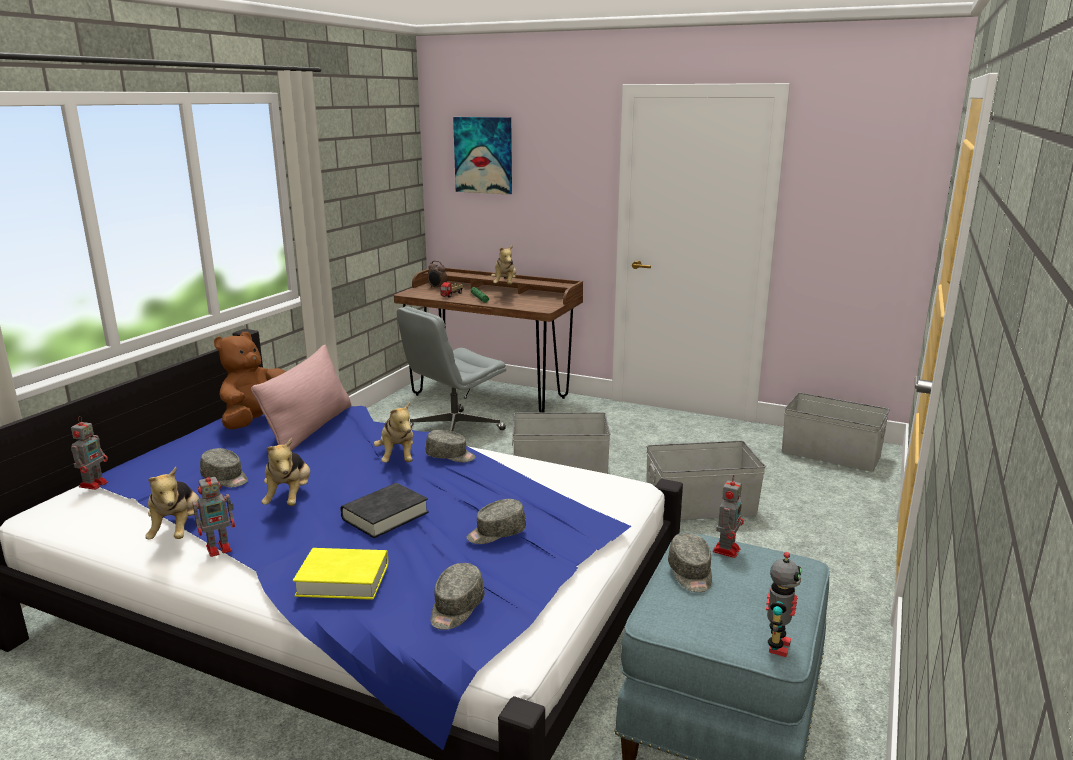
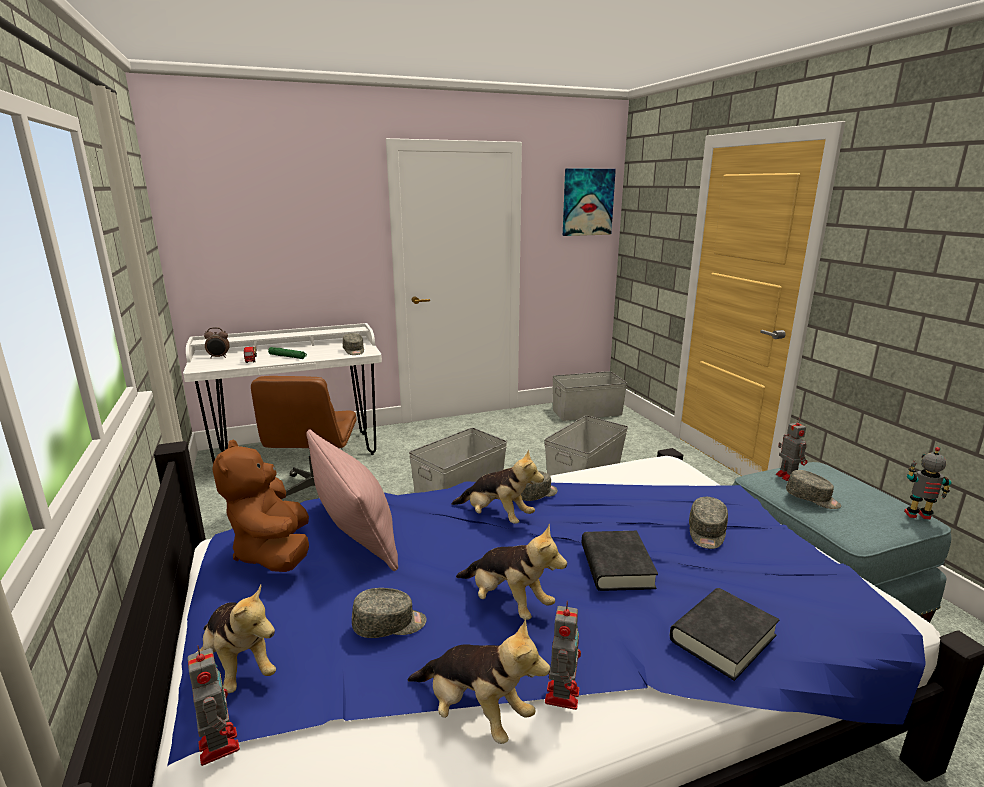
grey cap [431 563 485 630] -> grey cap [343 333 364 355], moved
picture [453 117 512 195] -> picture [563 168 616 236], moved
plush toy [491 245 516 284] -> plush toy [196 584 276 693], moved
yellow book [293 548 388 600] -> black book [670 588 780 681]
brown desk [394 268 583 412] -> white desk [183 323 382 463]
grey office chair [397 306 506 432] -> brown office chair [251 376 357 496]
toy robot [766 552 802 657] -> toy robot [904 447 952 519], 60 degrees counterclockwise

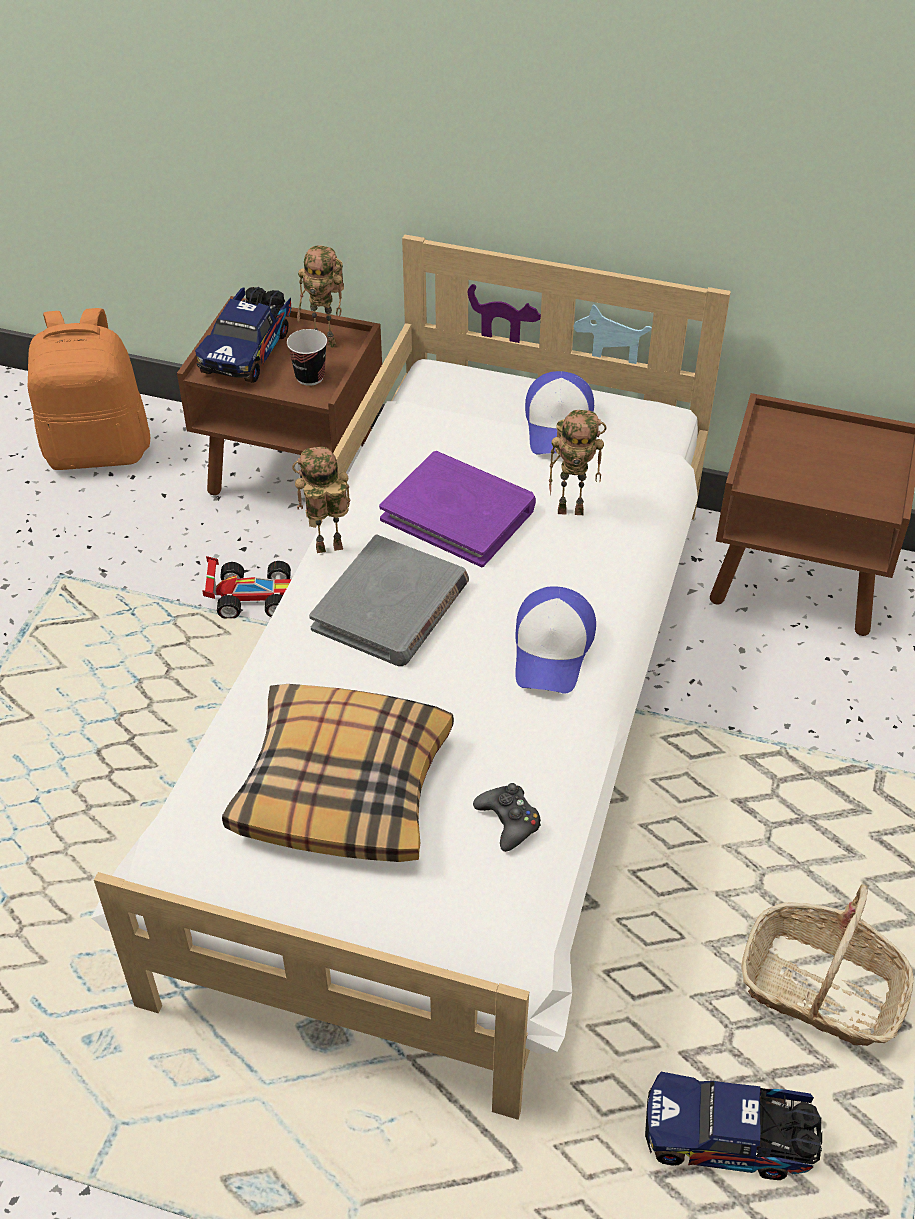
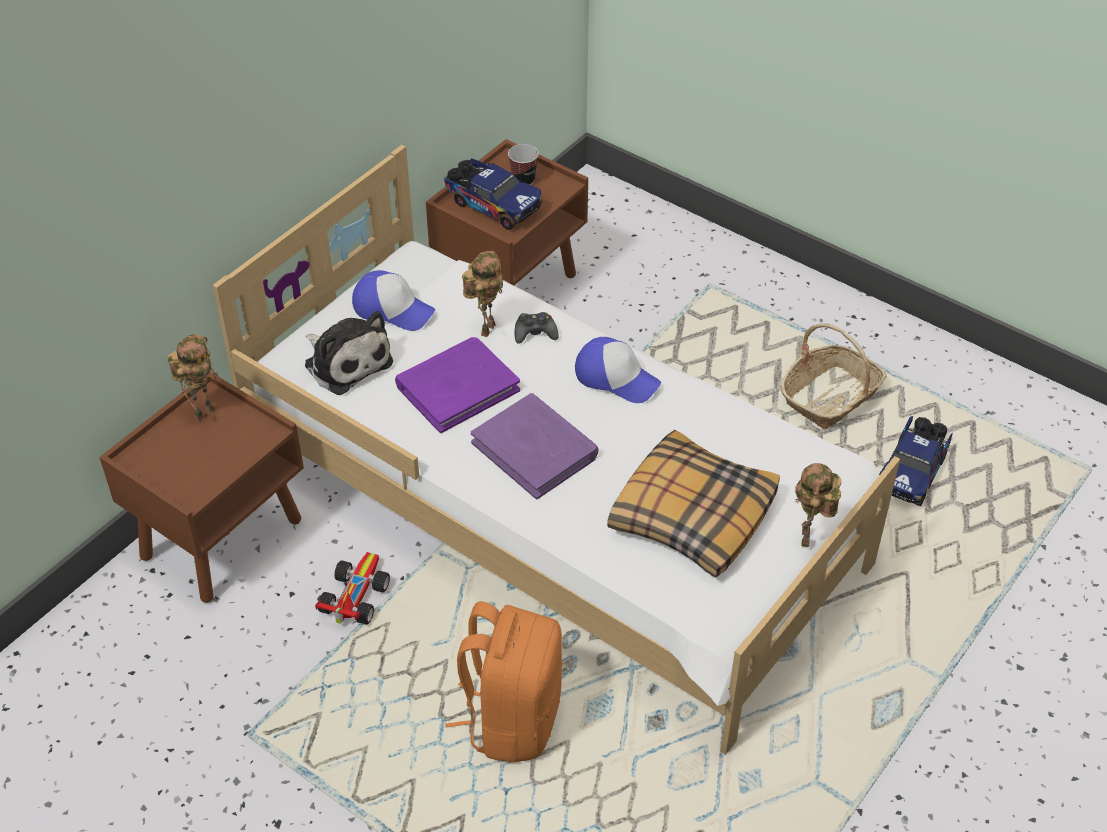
none -> plush toy [305 311 393 395]
orange backpack [28 308 150 470] -> orange backpack [445 601 562 762], moved
toy truck [195 287 291 383] -> toy truck [444 158 542 230], moved
cup [287 329 327 386] -> cup [508 144 539 185], moved
toy robot [292 446 350 553] -> toy robot [795 463 841 547], moved
black game controller [473 783 541 852] -> black game controller [514 312 559 344], moved
grey book [309 535 469 666] -> purple book [471 393 599 499]

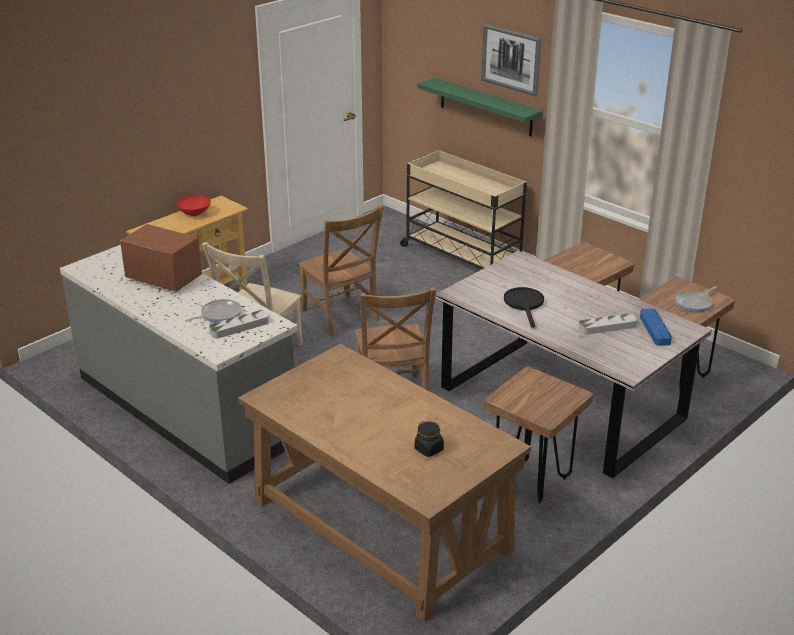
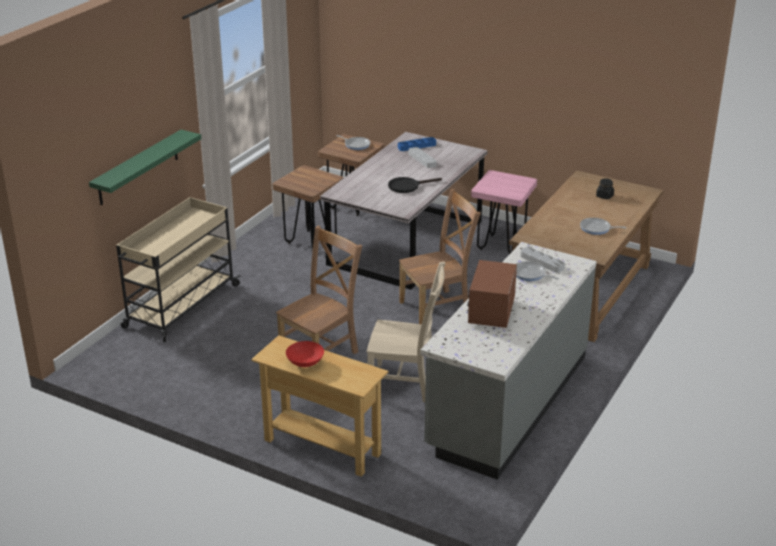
picture [481 24 541 97] -> none
none -> frying pan [580 218 627 235]
brown stool [484 366 593 503] -> pink stool [471 170 537 254]

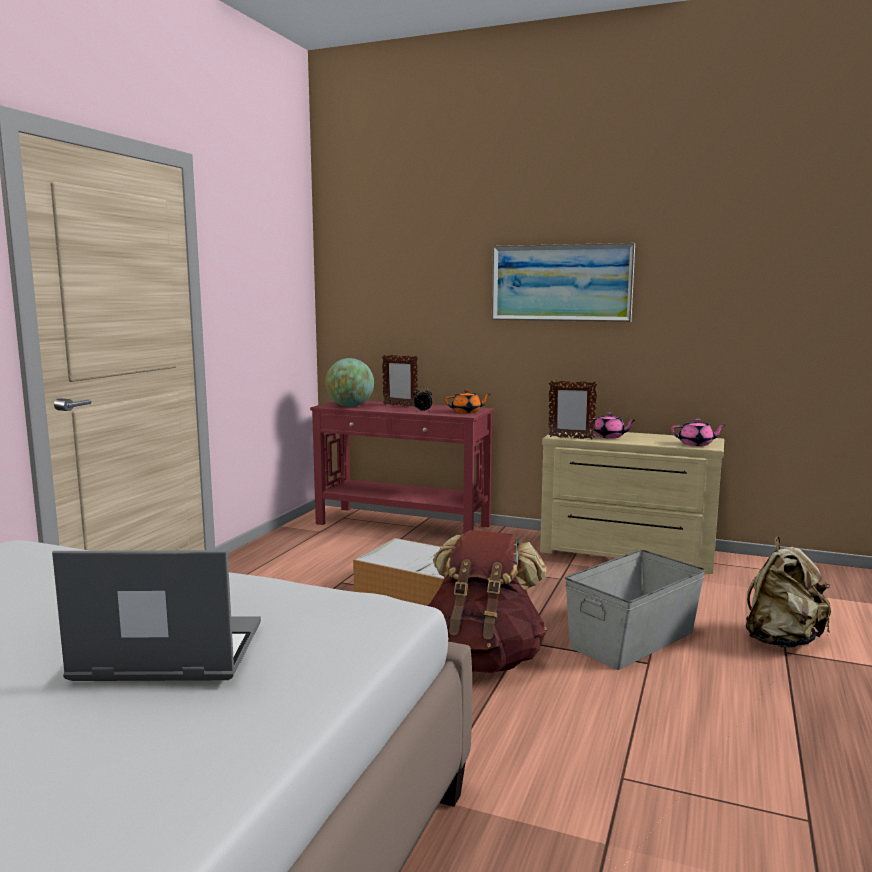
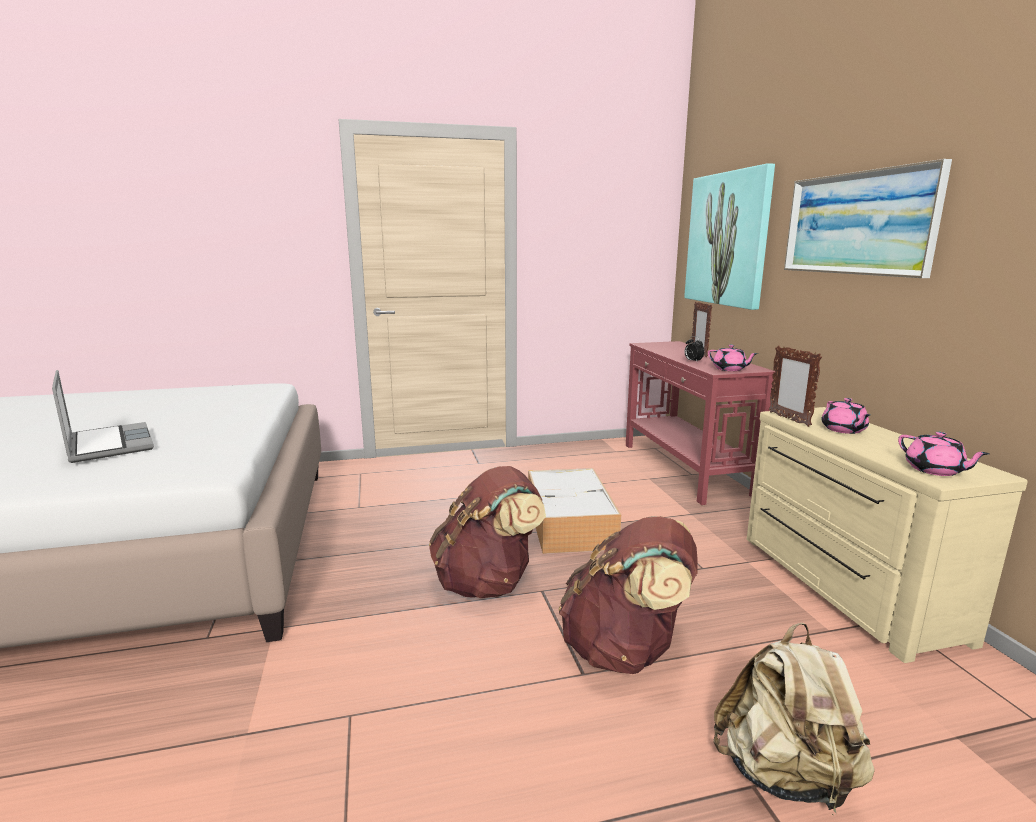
globe [325 358 374 407] -> none
none -> picture [684 163 775 310]
grey storage box [565 550 705 670] -> brown backpack [558 516 698 674]
orange teapot [445 389 490 414] -> pink teapot [708 345 758 371]

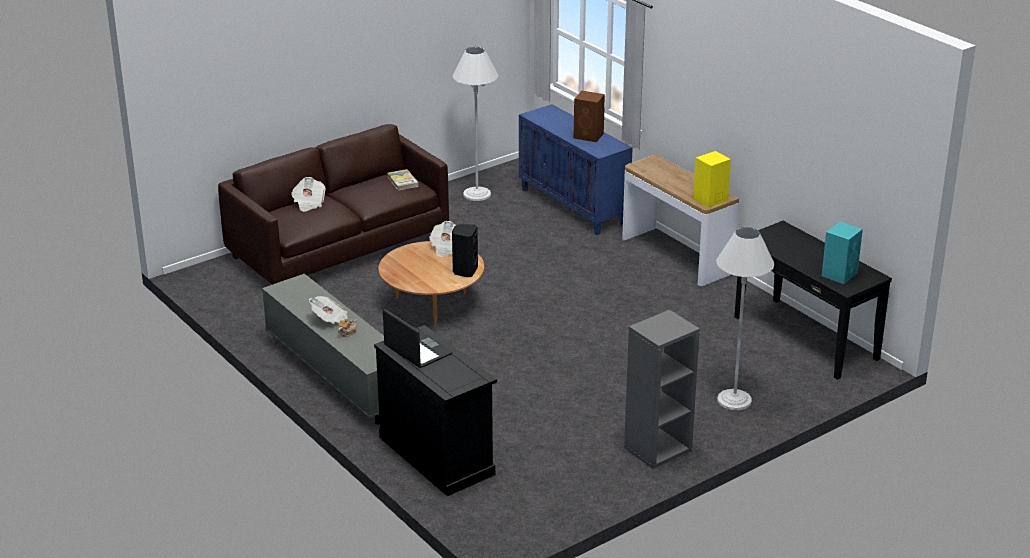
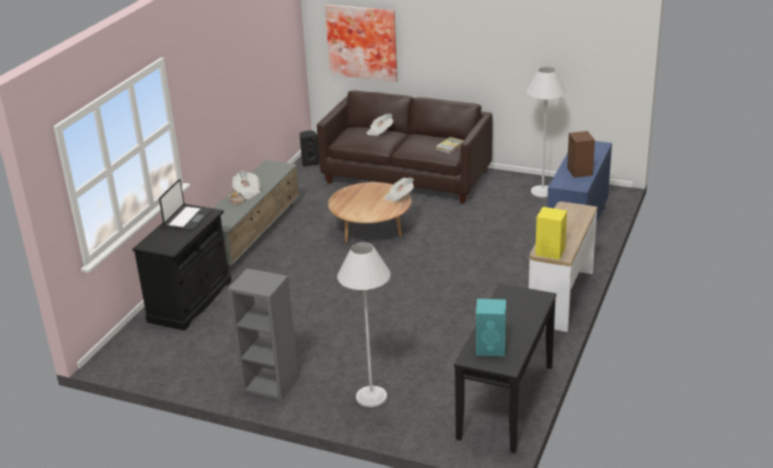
none -> picture [325 4 397 82]
black speaker [452 224 478 277] -> black speaker [299 130 319 167], moved

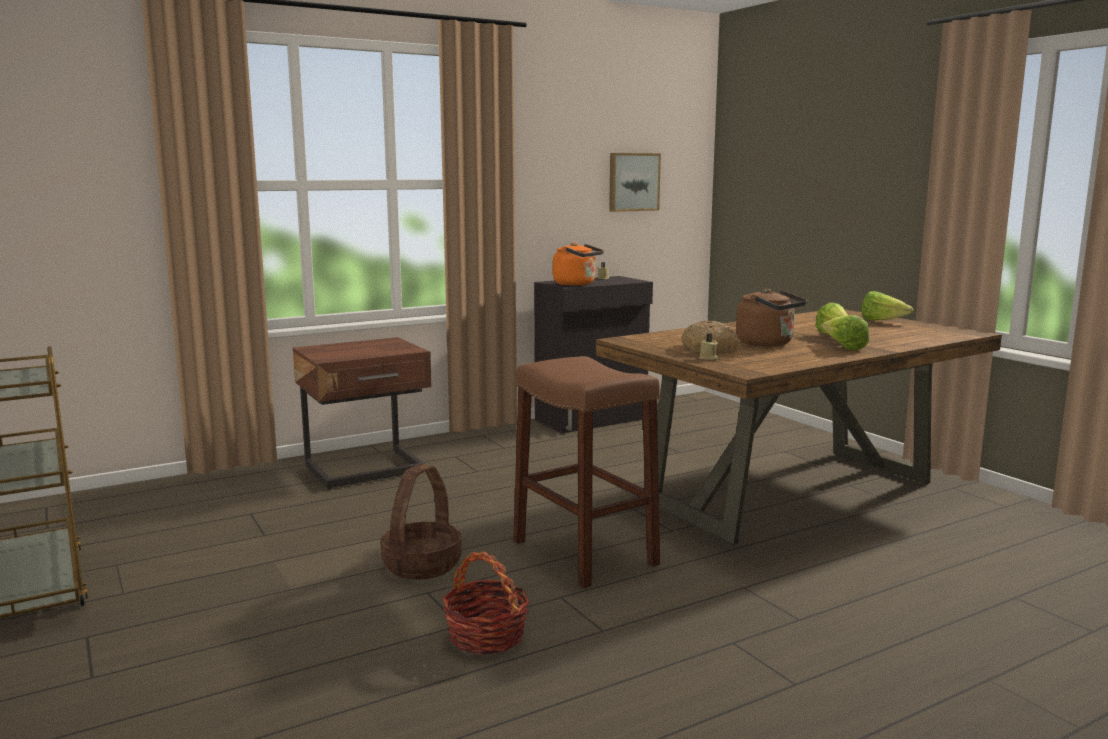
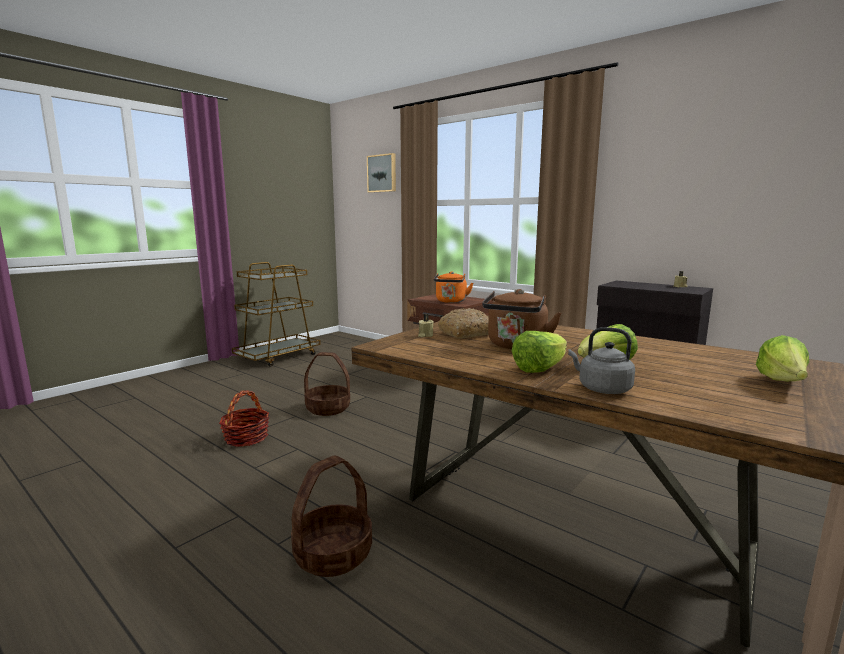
brown stool [513 356 660 588] -> none
none -> basket [291 456 372 577]
none -> grey kettle [568 327 635 394]
orange kettle [553 242 604 286] -> orange kettle [433 271 473 303], moved
picture [609 153 661 212] -> picture [367 153 396 193], moved

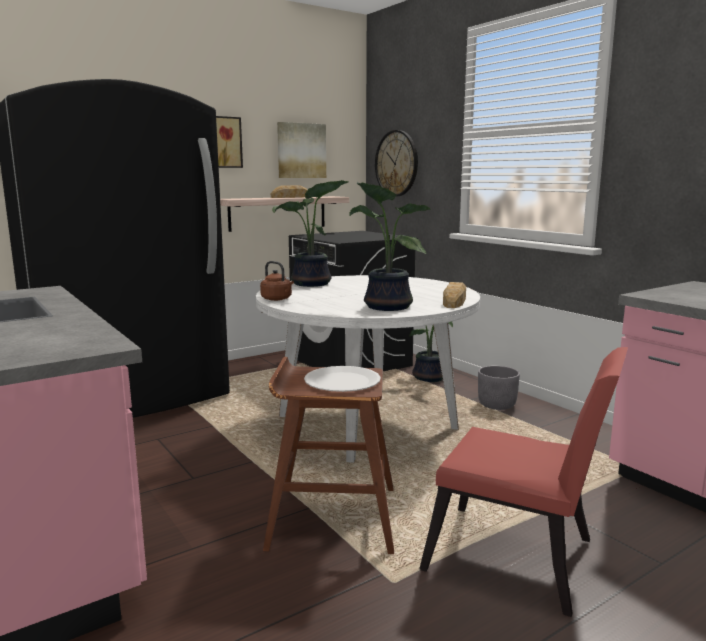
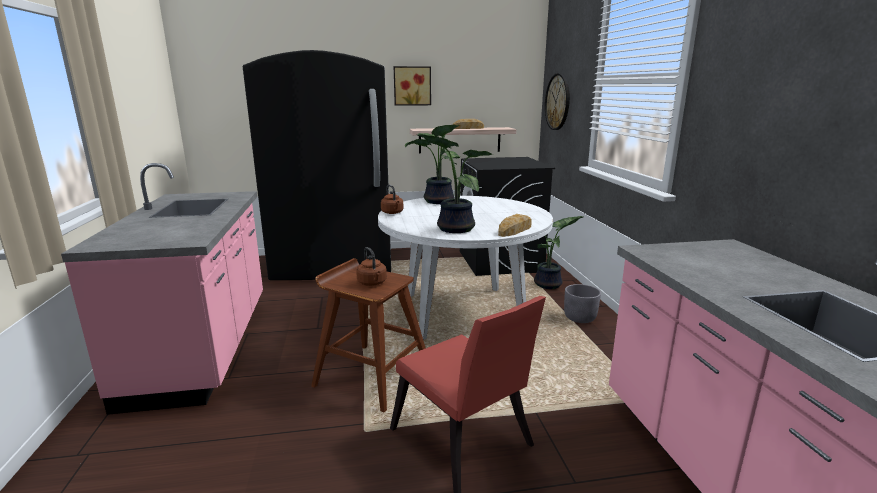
picture [277 122 326 178] -> none
white plate [304 366 381 392] -> brown kettle [356 247 387 286]

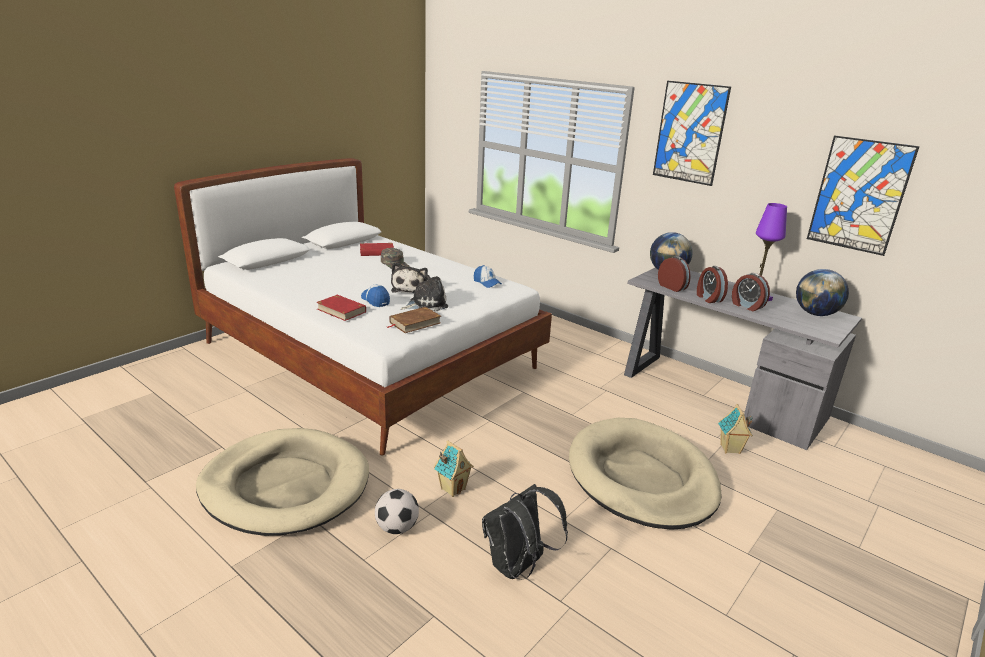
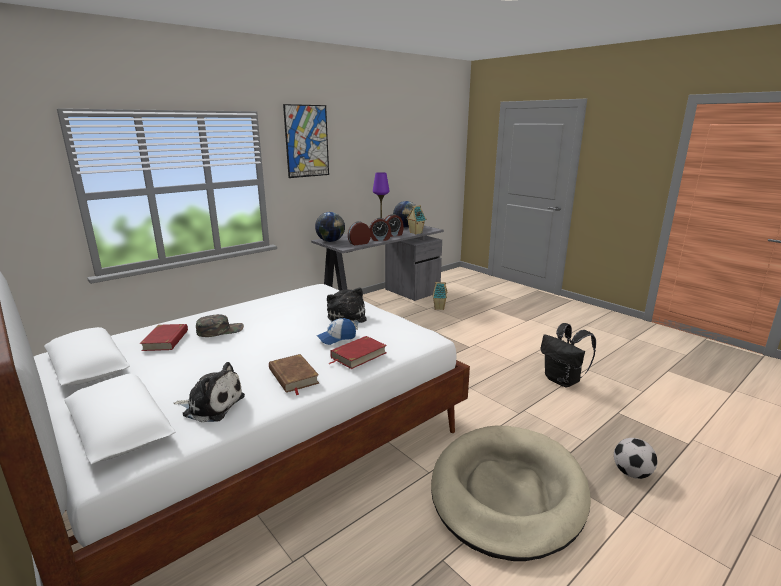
cap [474 265 502 288] -> none
beige dog bed [569 418 722 530] -> none
picture [807 135 920 256] -> none
football [375 489 419 534] -> football [614 438 657 479], moved
brown book [387 307 441 333] -> brown book [269 354 319 396], moved
plush toy [391 263 428 293] -> plush toy [174 362 245 422], moved
toy house [434 440 474 497] -> toy house [406 205 426 234], moved

